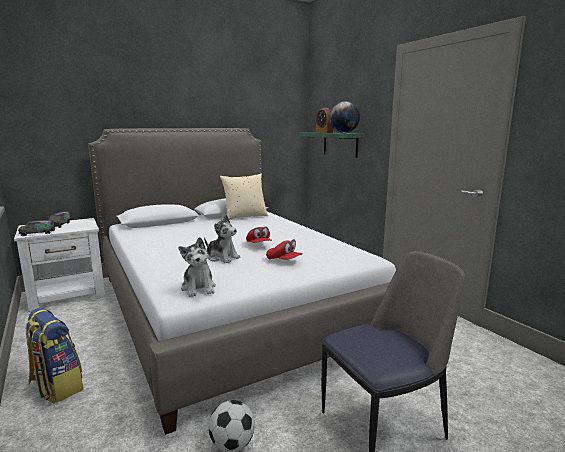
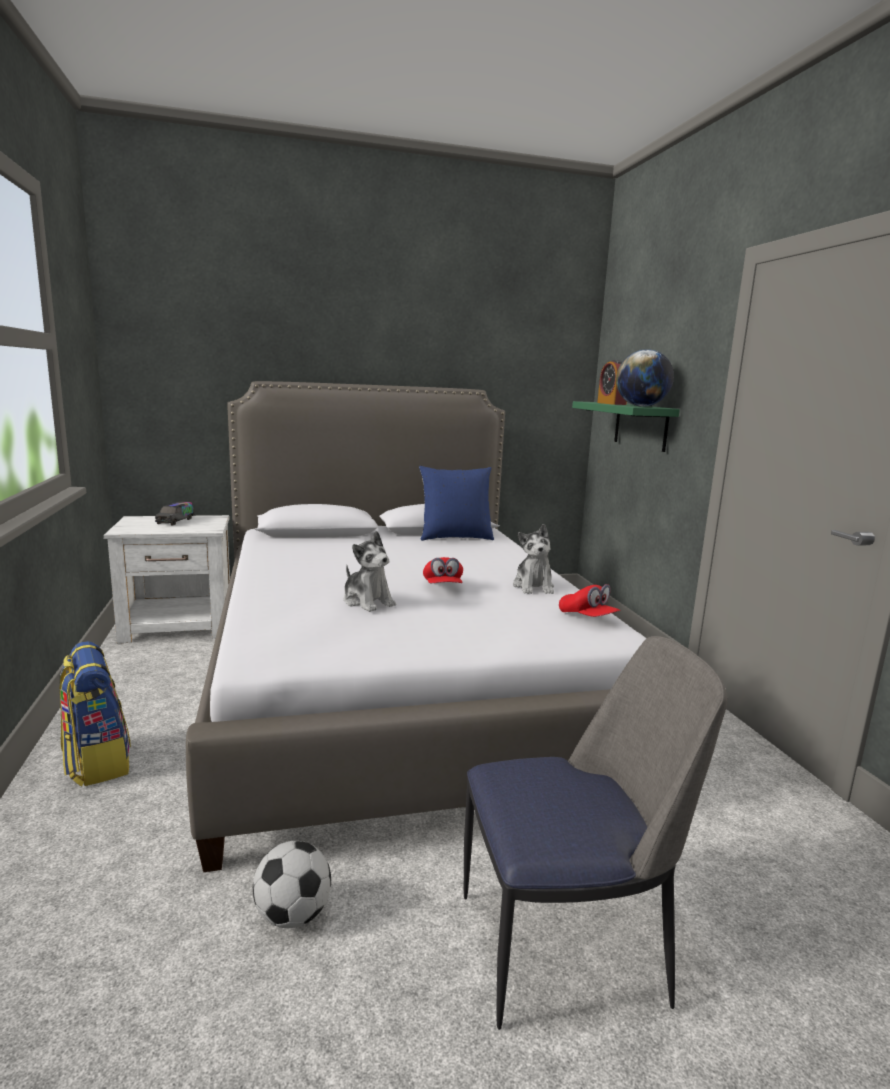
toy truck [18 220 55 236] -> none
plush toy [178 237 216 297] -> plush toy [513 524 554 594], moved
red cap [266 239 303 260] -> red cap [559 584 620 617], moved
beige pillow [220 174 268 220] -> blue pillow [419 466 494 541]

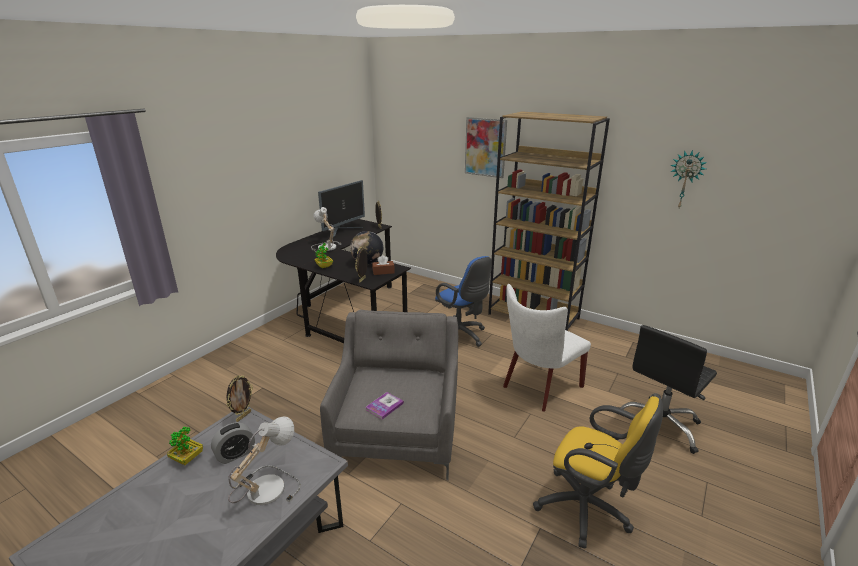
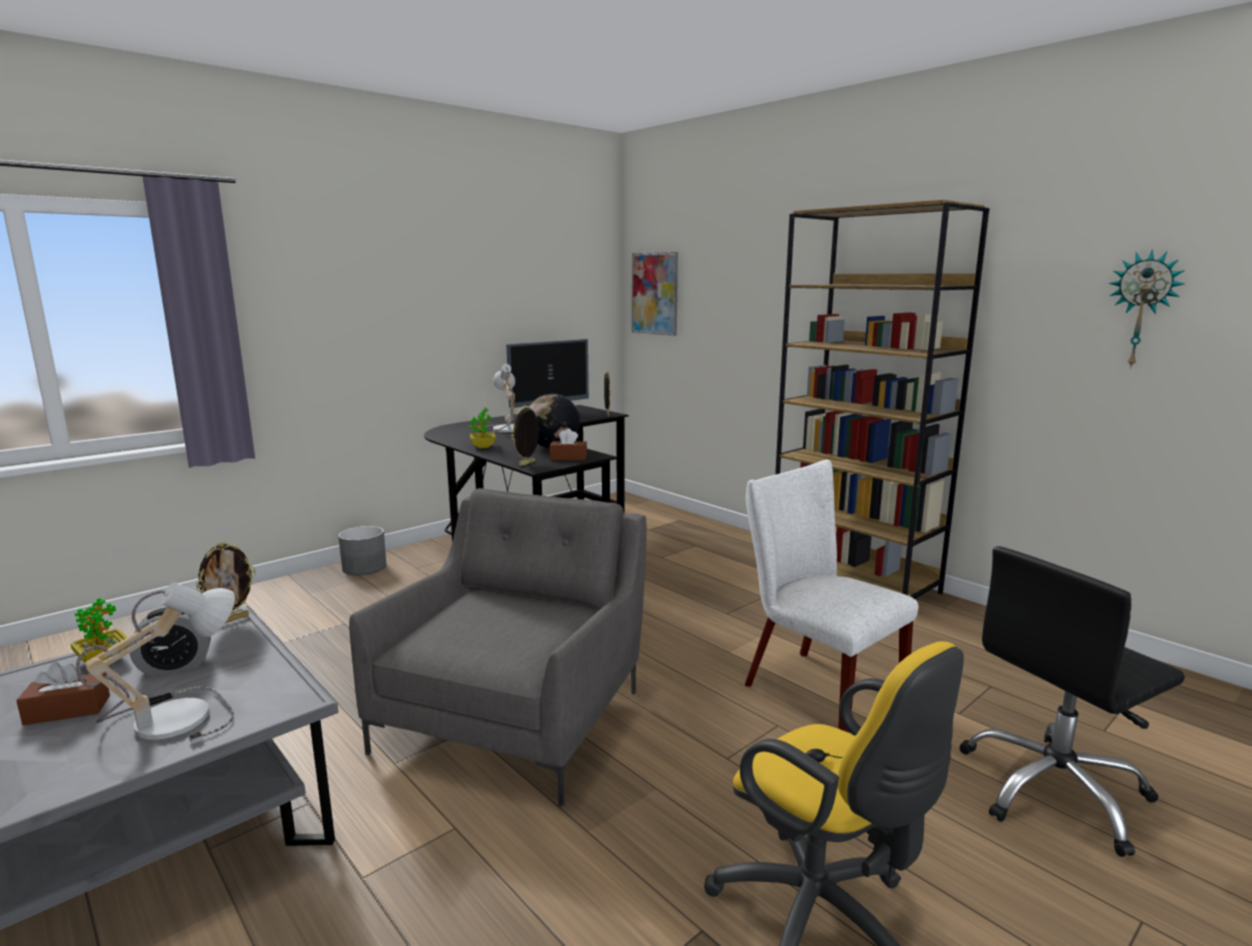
book [366 392 404 419] -> none
blue office chair [435 256 492 347] -> none
none -> brown tissue box [16 662 110 725]
none -> grey planter [338 526 387 575]
picture [465 117 507 178] -> picture [632 252 678 336], moved
white chair [503 284 591 412] -> white chair [745 460 918 733], 75 degrees clockwise

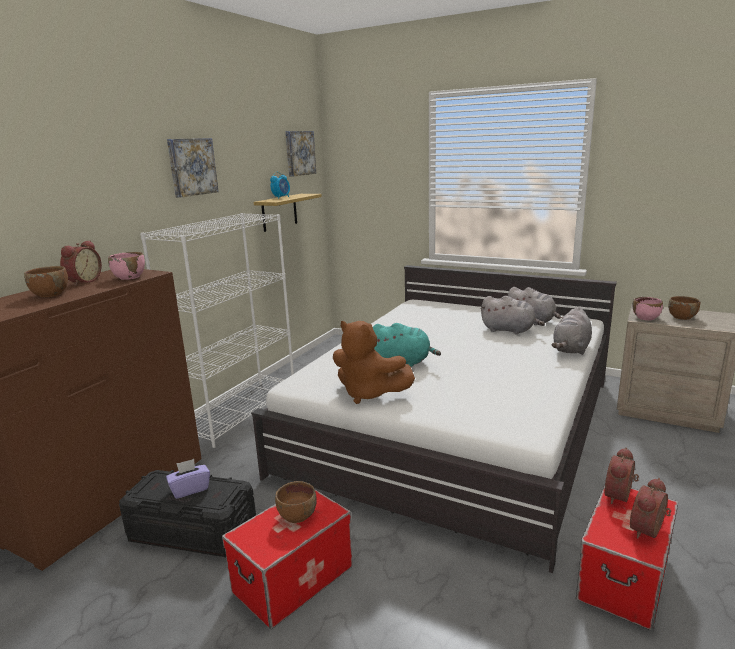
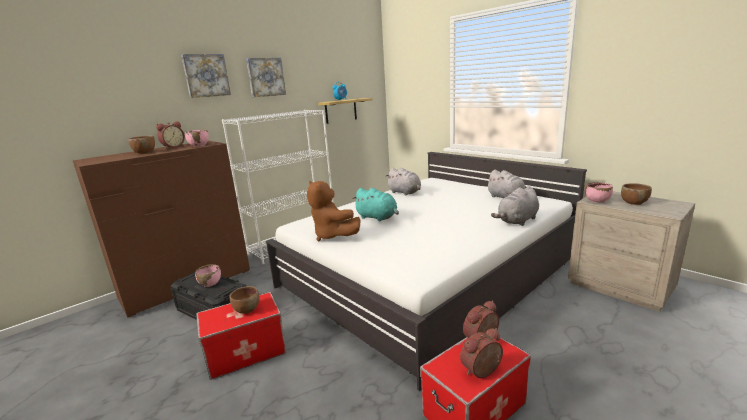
picture [285 131 316 177] -> picture [181 54 231 98], moved
grey plush toy [480 296 545 335] -> grey plush toy [386 168 421 195], moved
purple tissue box [166 459 210 499] -> pink bowl [195 264 221 287]

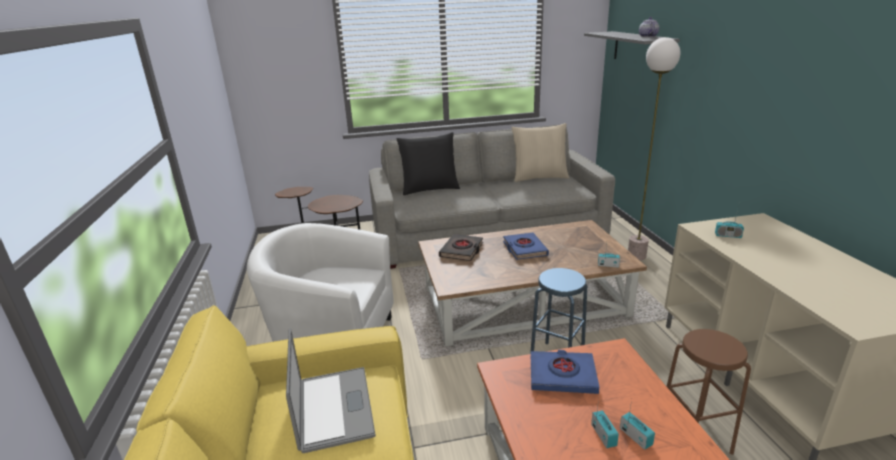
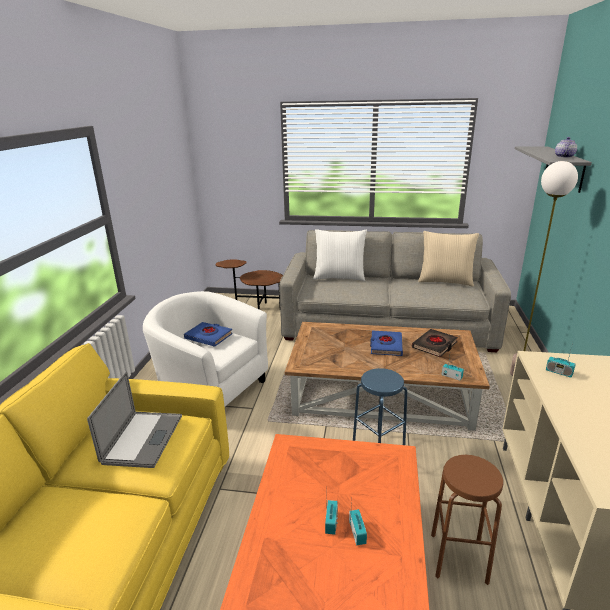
black book [439 234 483 261] -> black book [412 329 458 357], moved
blue book [531 350 599 394] -> blue book [184 322 233 347], moved
black pillow [397 132 460 195] -> white pillow [313 229 367 281]

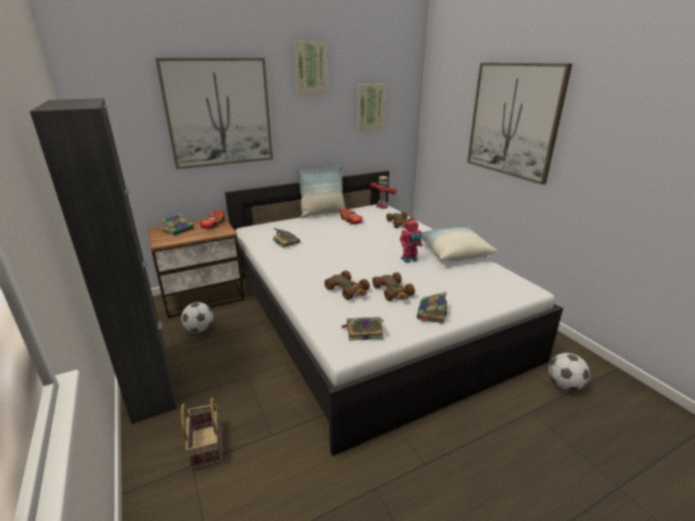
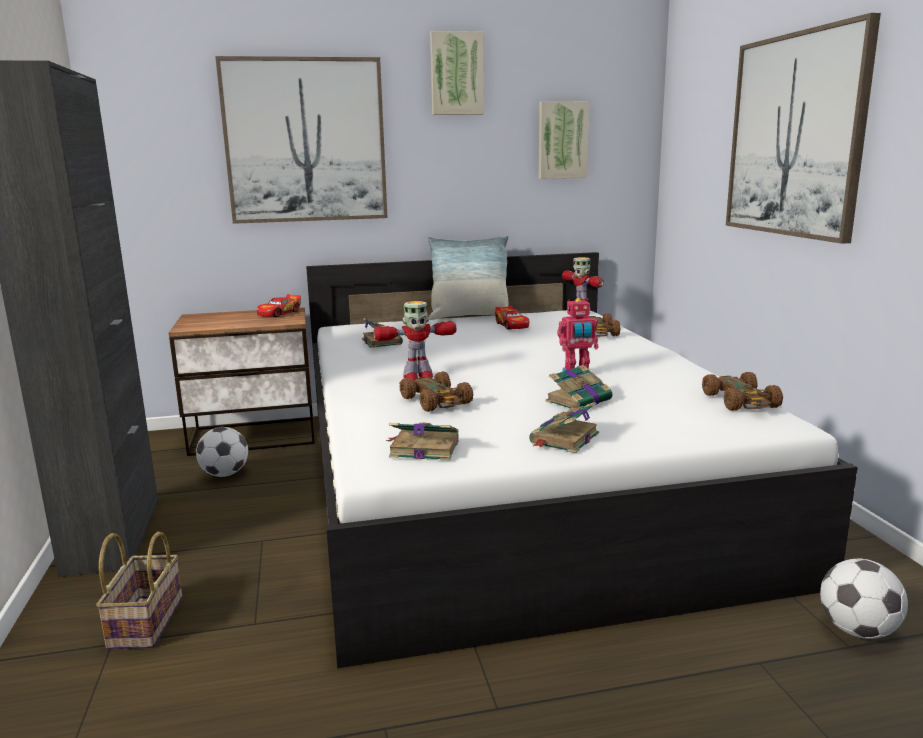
pillow [421 227 497 261] -> none
none -> toy robot [373 301 457 380]
book [161 214 195 236] -> book [546 365 612 409], moved
brown toy car [372 272 415 301] -> brown toy car [702 372 783 411], moved

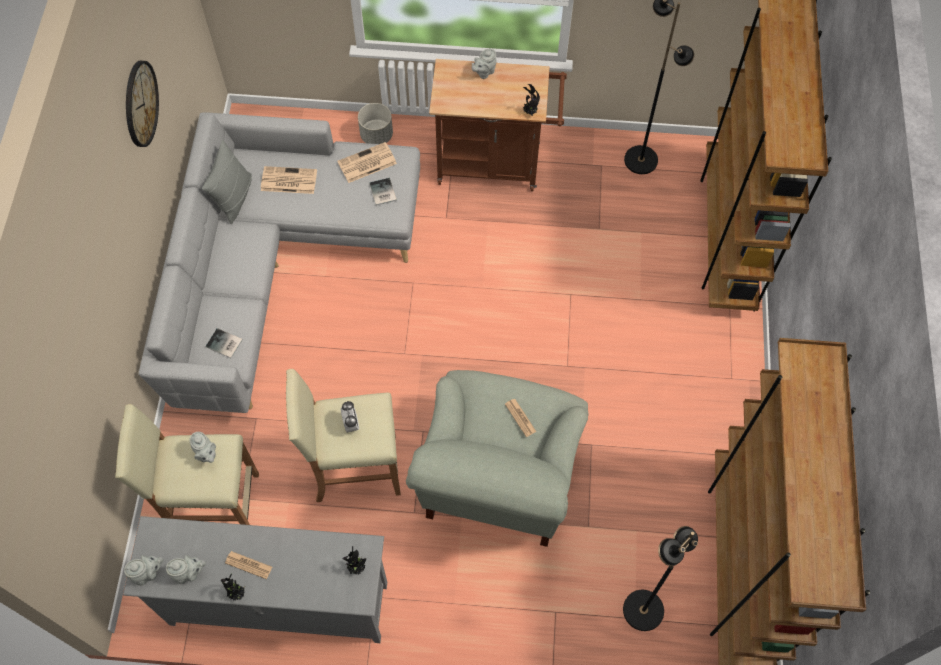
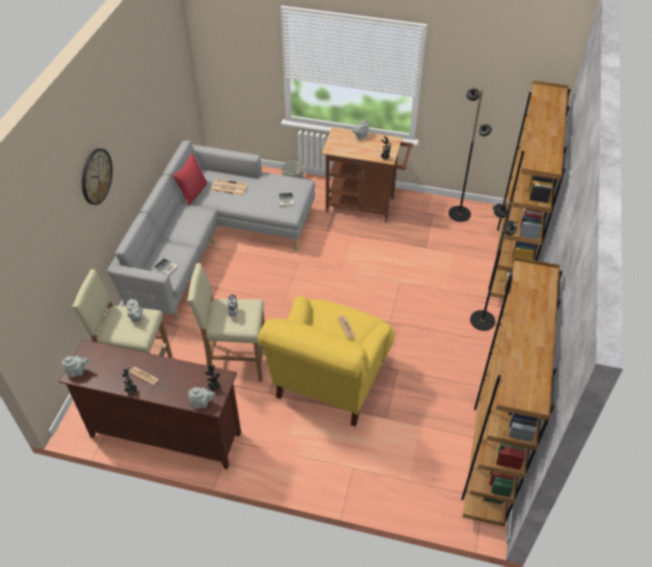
newspaper [337 142 397 183] -> none
wall clock [126 61 159 147] -> wall clock [82 148 113 205], moved
grey teapot [166 555 206 584] -> grey teapot [188 387 215 409], moved
black floor lamp [623 526 698 631] -> black floor lamp [470 197 517 331], moved
grey tv stand [123 516 387 643] -> brown tv stand [59 340 241 469]
grey pillow [202 140 252 224] -> red pillow [173 153 207 206]
grey armchair [406 370 589 547] -> yellow armchair [258 296 395 426]

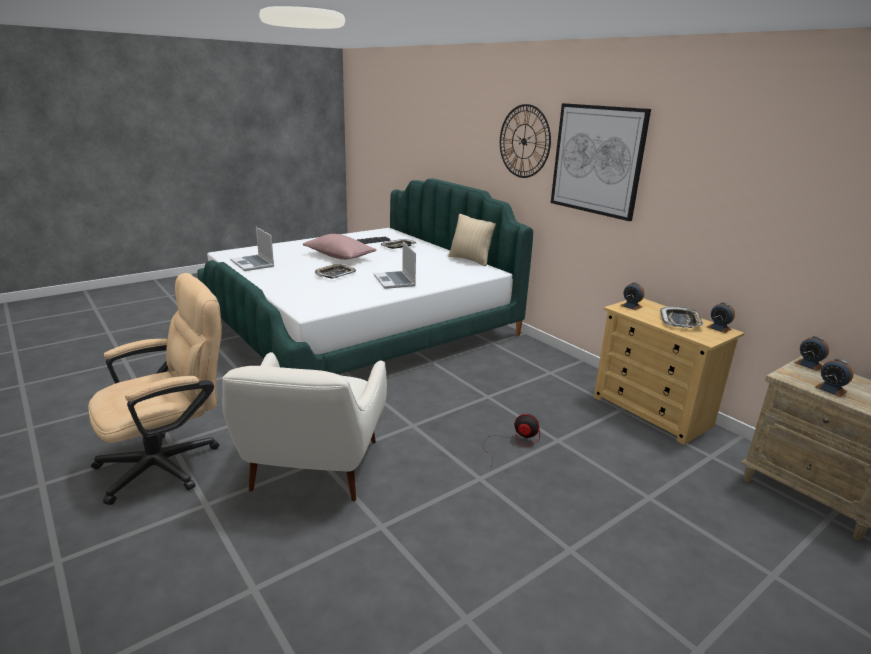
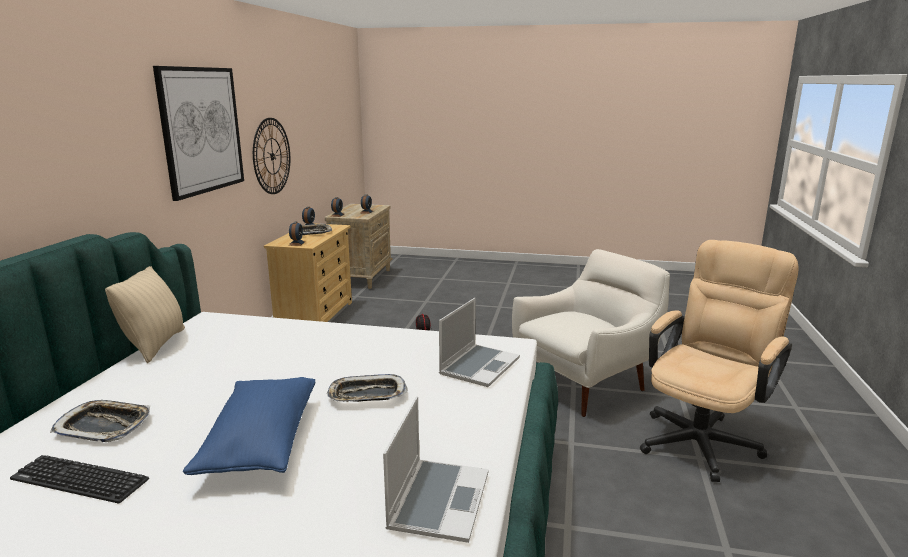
laptop [374 242 416 289] -> laptop [439 298 520 387], moved
wall clock [500 104 551 178] -> wall clock [253 118 290 194], moved
pink pillow [303 234 377 260] -> blue pillow [183 377 315 475]
beige office chair [88 273 222 505] -> beige office chair [640 240 799 482], 120 degrees clockwise

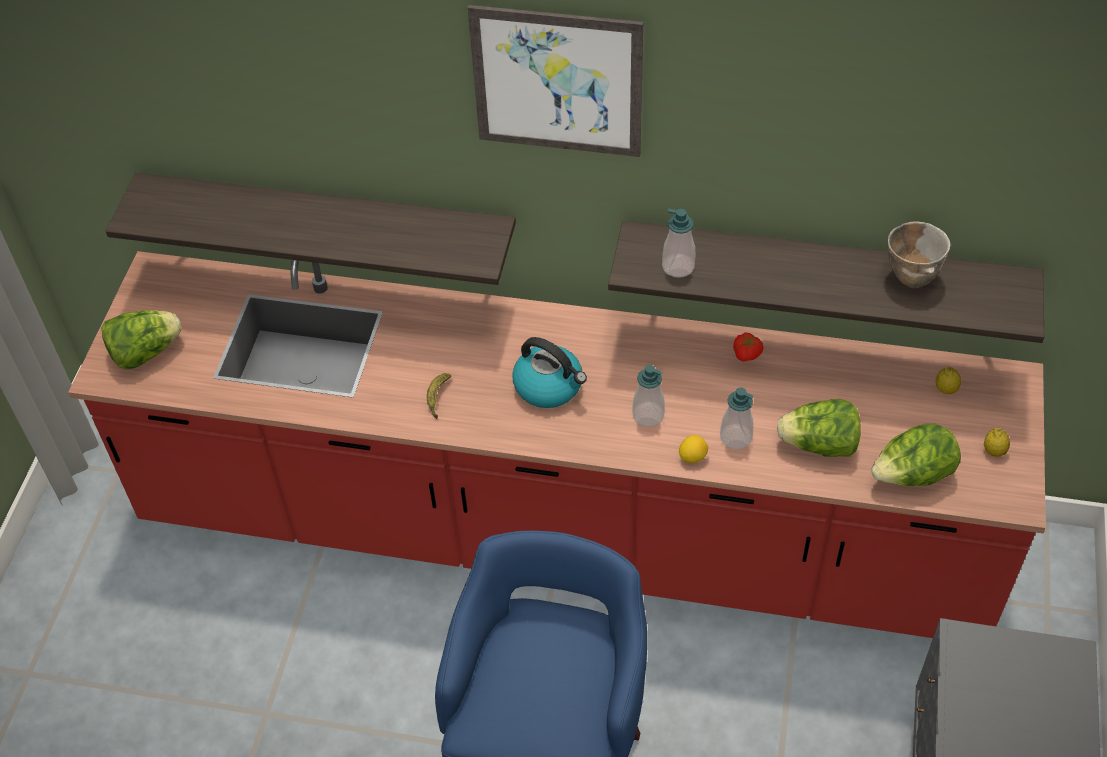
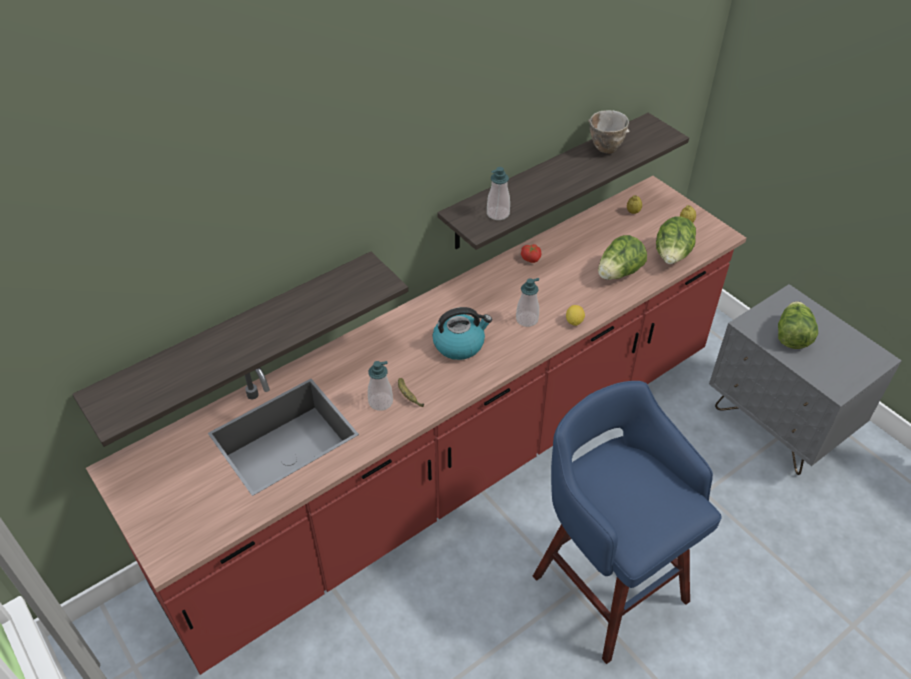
picture [468 5 643 157] -> none
lettuce [101 310 182 369] -> lettuce [778 301 818 349], moved
soap dispenser [720 387 754 449] -> soap dispenser [368 361 393 411], moved

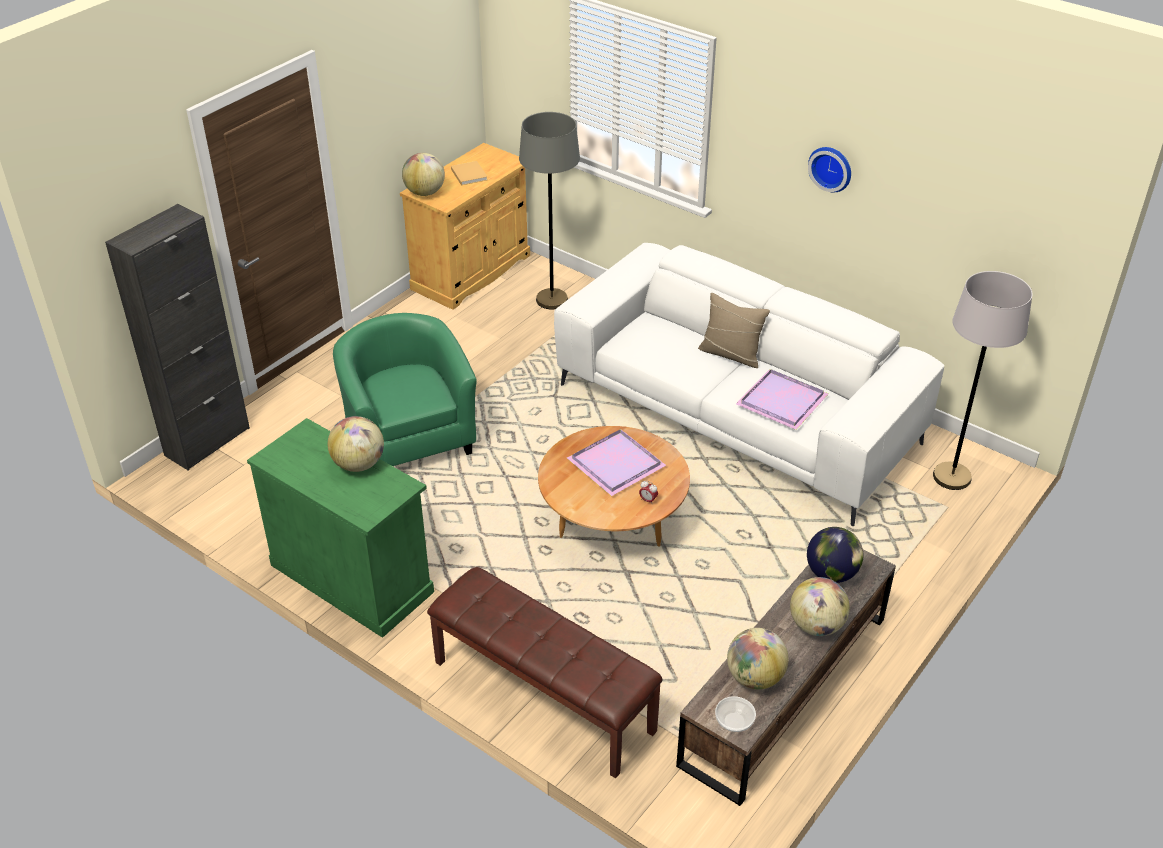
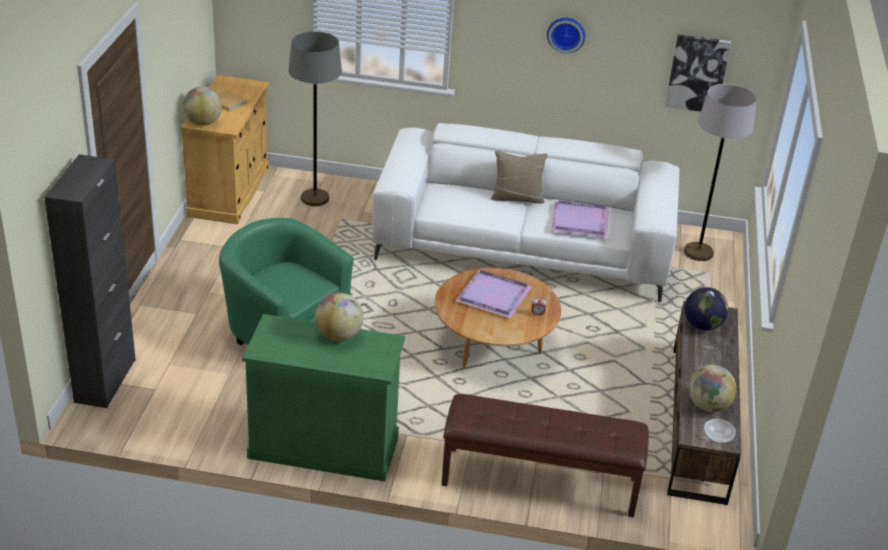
globe [790 577 850 636] -> none
none -> picture [665 35 731 112]

